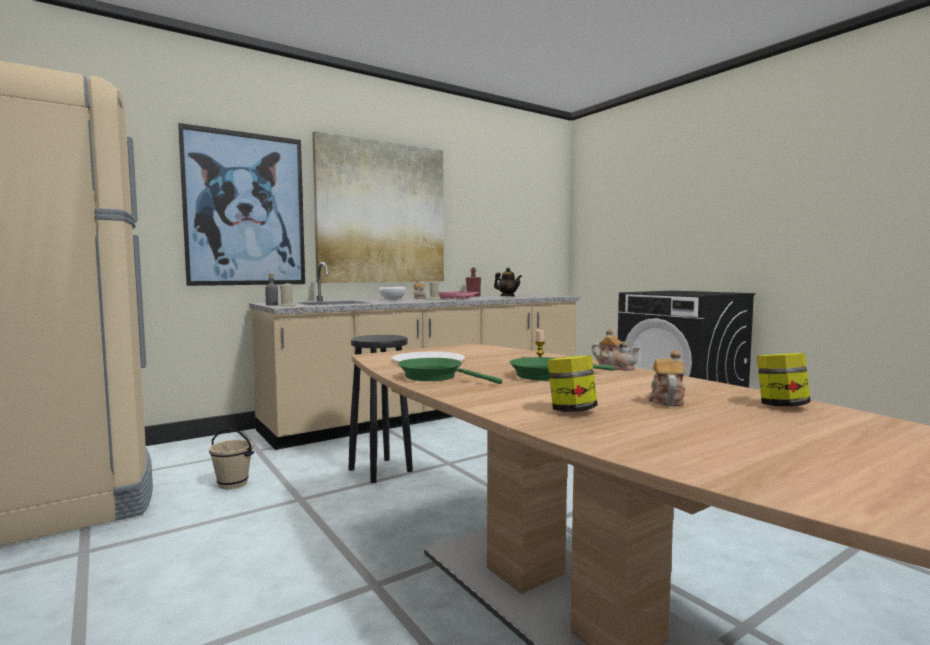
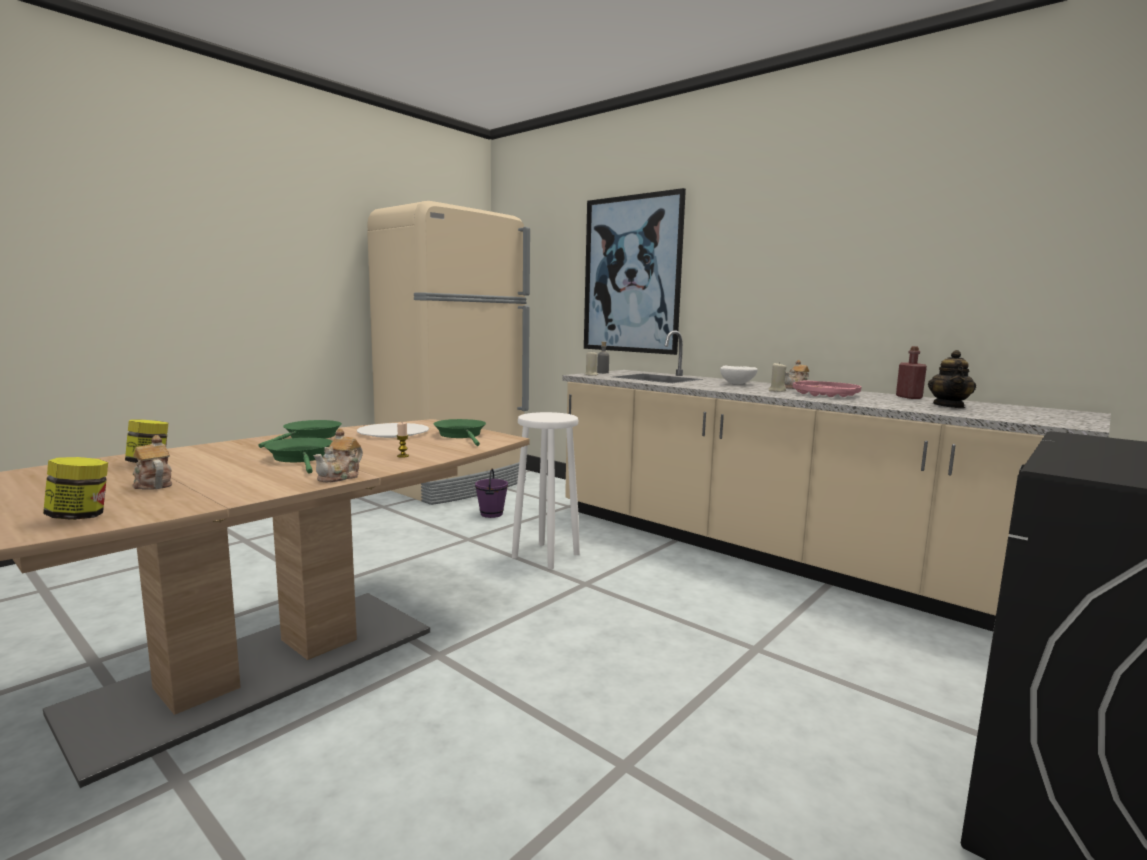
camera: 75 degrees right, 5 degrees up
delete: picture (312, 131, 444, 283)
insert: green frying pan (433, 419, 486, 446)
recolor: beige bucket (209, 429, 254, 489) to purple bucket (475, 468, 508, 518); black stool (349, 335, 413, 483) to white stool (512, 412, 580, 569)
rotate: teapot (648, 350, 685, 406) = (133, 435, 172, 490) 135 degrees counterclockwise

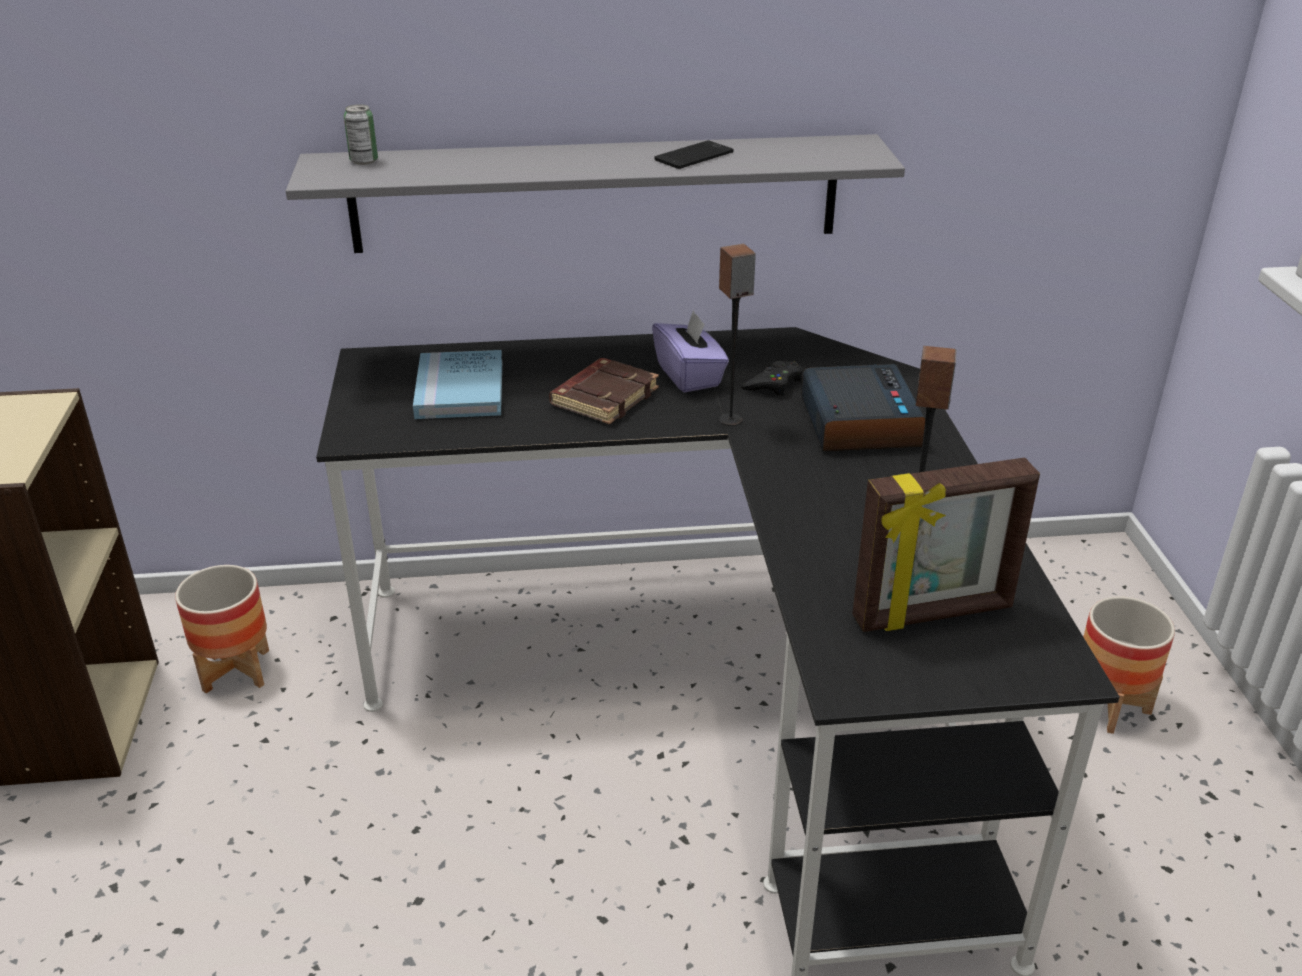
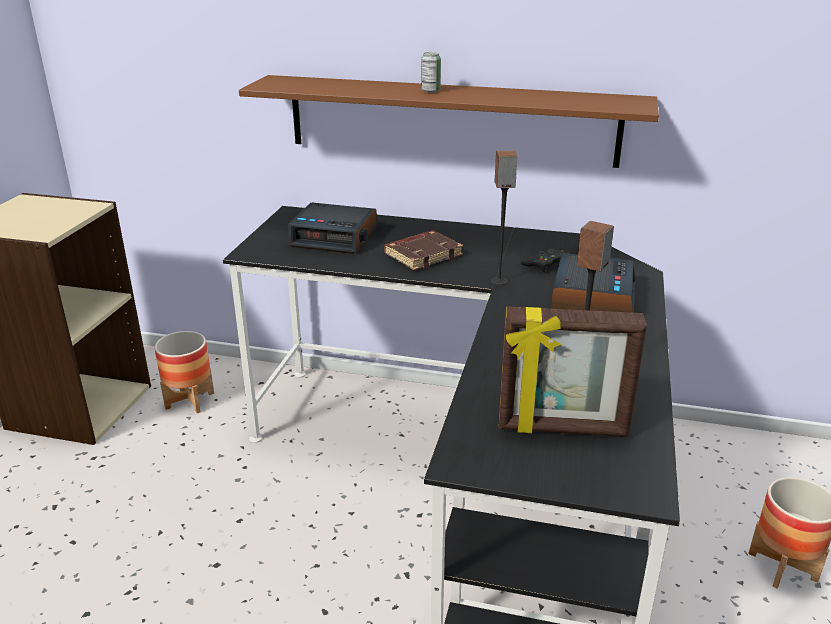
camera: 20 degrees right, 5 degrees down
delete: purple tissue box (652, 310, 729, 393); phone (655, 141, 733, 169)
move: can (344, 104, 378, 165) to (421, 52, 441, 93)
replace: blue book (413, 350, 502, 419) to alarm clock (288, 203, 377, 254)
recolor: grey shelf (286, 134, 905, 253) to brown shelf (239, 75, 659, 168)

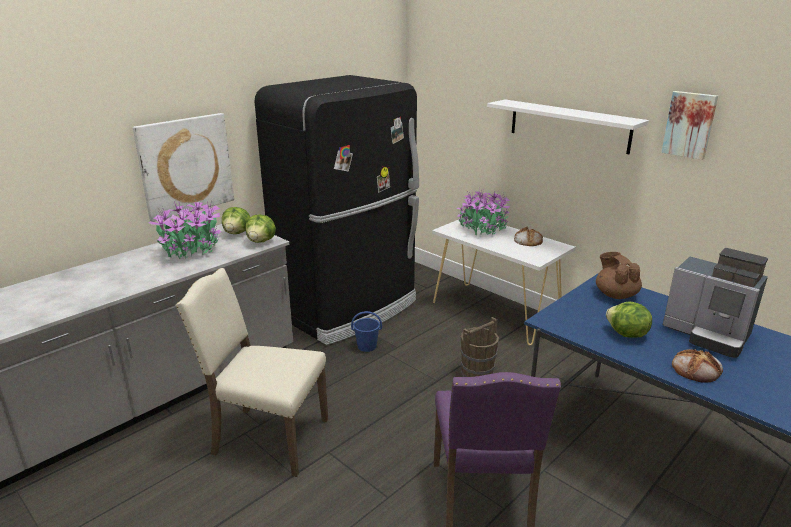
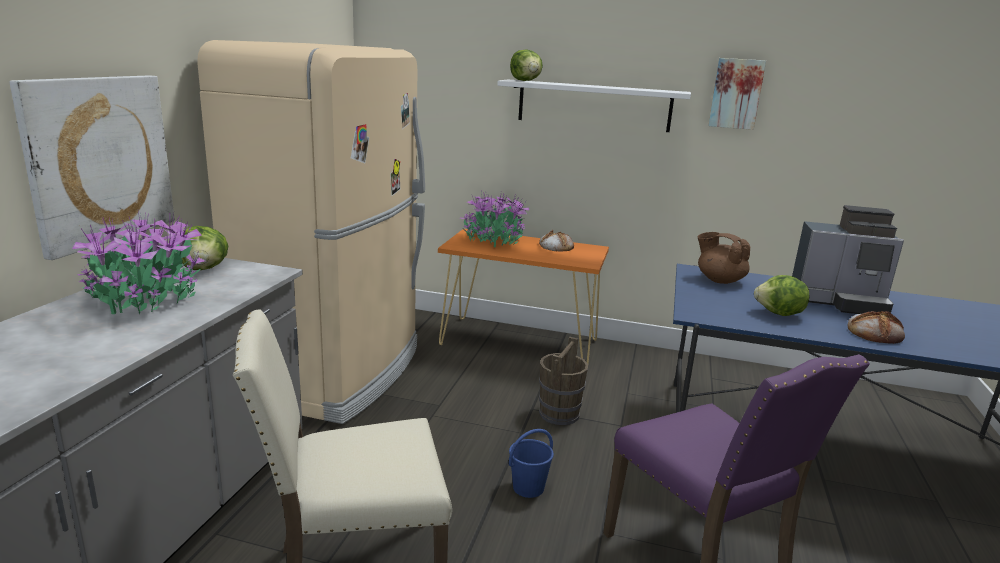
camera: 30 degrees left, 5 degrees down
move: lettuce (246, 214, 276, 243) to (510, 49, 543, 81); blue bucket (351, 311, 382, 352) to (509, 429, 554, 498)
recolor: black fridge (255, 75, 419, 345) to beige fridge (197, 40, 425, 424); white console table (432, 217, 576, 345) to orange console table (438, 229, 609, 363)

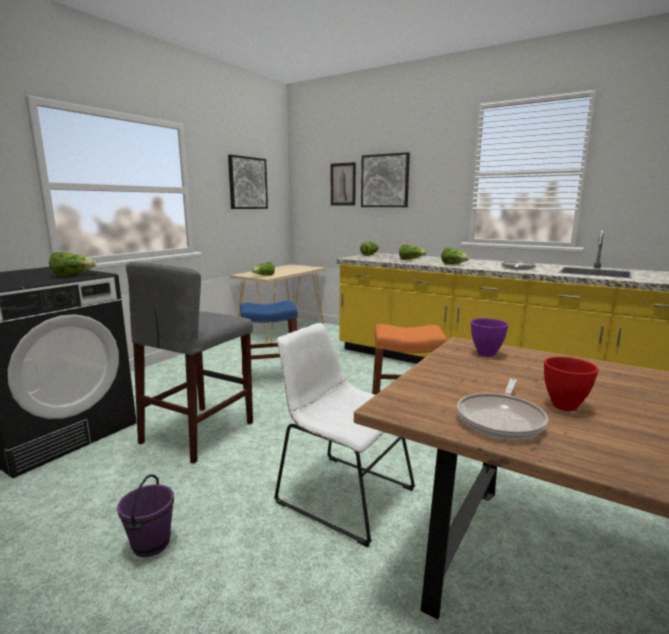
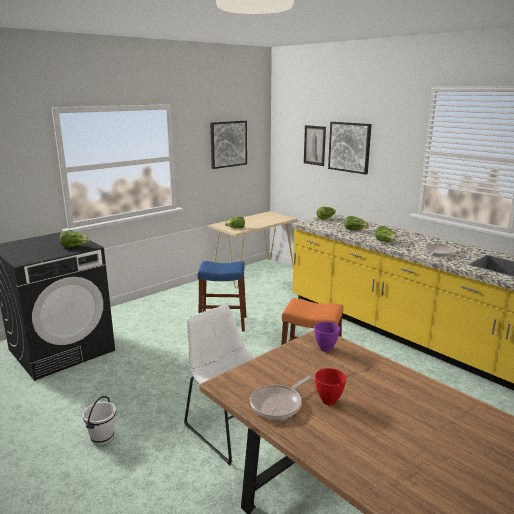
camera: 15 degrees right, 5 degrees up
delete: grey stool (126, 262, 253, 464)
recolor: purple bucket (117, 474, 174, 557) to white bucket (82, 396, 116, 445)

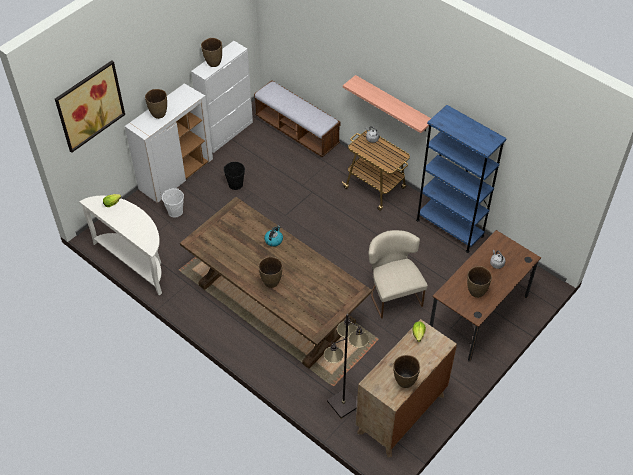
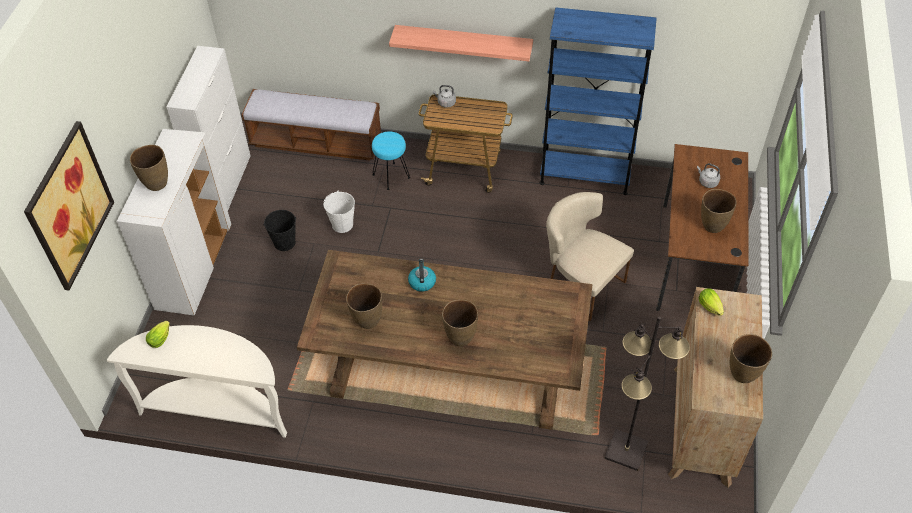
camera: 30 degrees left, 0 degrees up
insert: turquoise stool (372, 131, 410, 190)
move: white bucket (162, 188, 184, 218) to (323, 190, 355, 233); brown vase (201, 38, 222, 67) to (346, 283, 382, 329)

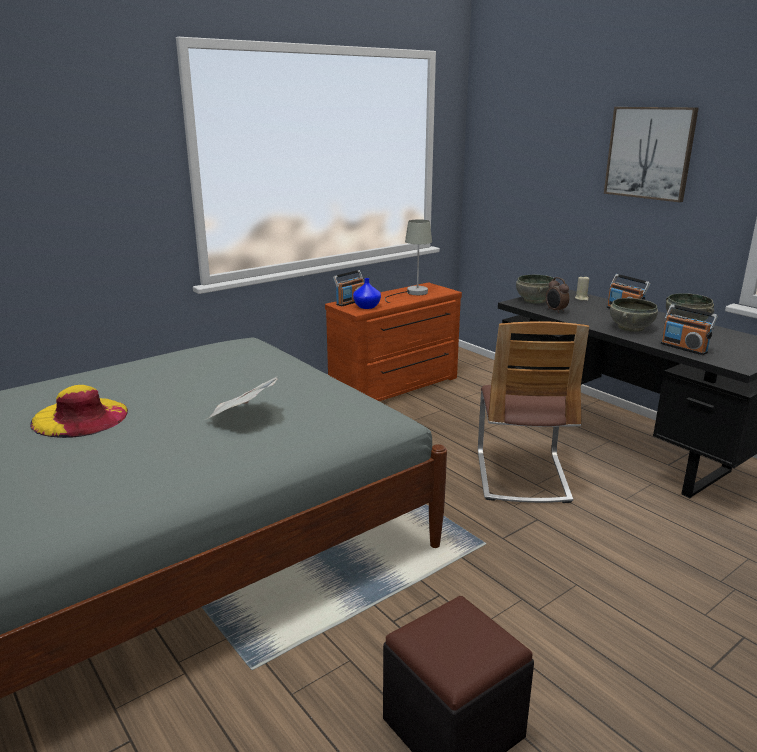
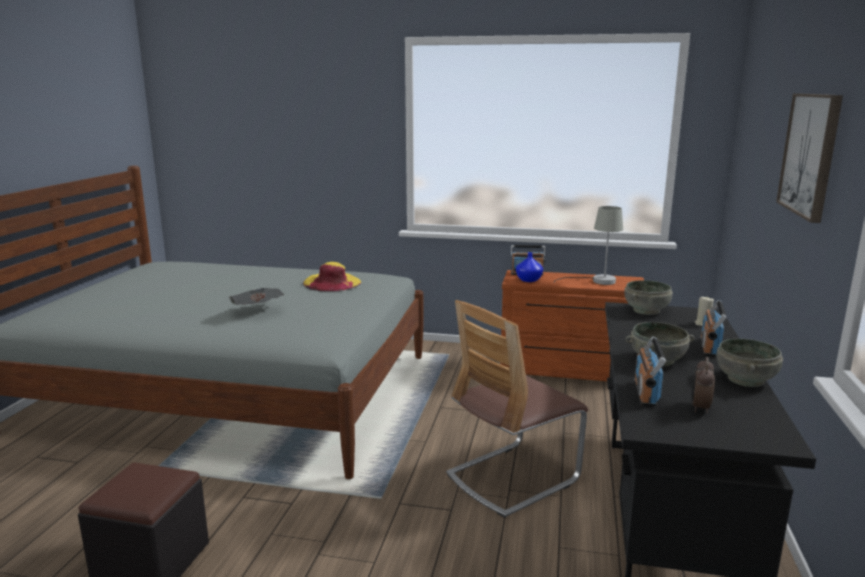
camera: 50 degrees right, 5 degrees down
move: yellow hat (30, 385, 128, 438) to (303, 262, 361, 291); alarm clock (546, 277, 569, 313) to (692, 357, 715, 413)

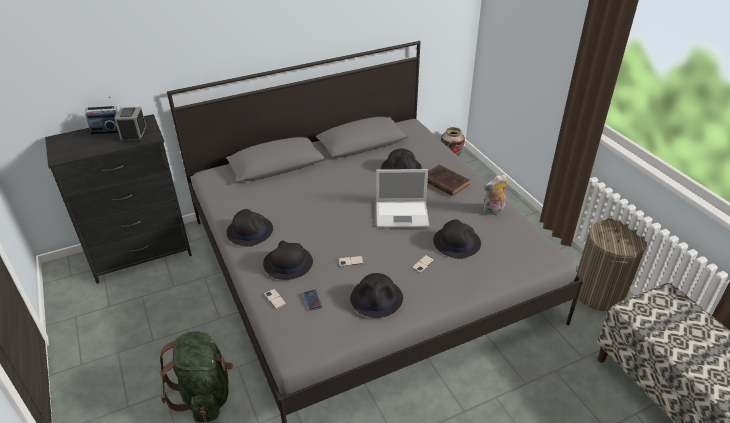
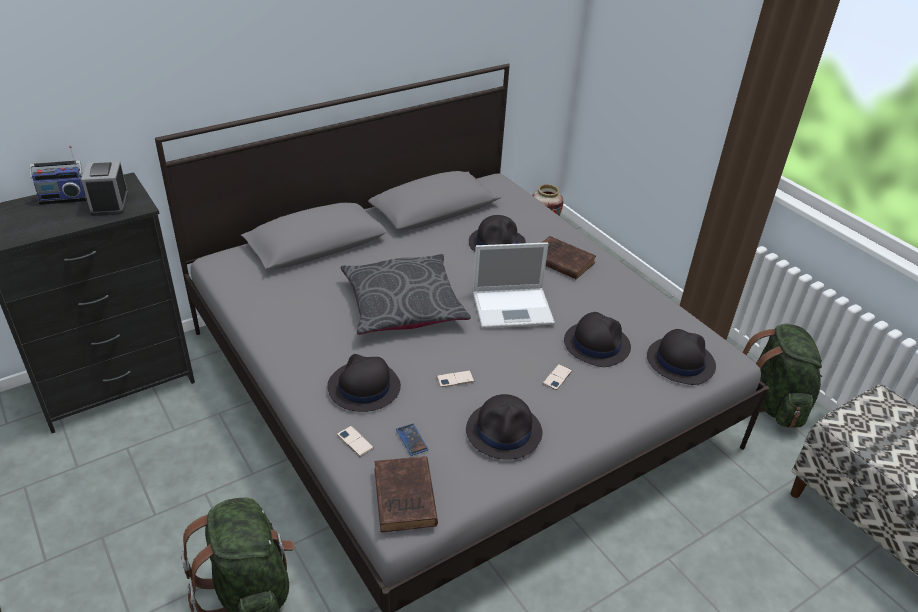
camera: 10 degrees left, 0 degrees up
delete: plush toy (483, 174, 507, 215)
insert: grey pillow (341, 254, 471, 335); brown book (375, 456, 438, 532)
move: black hat (226, 209, 273, 247) to (647, 329, 716, 385)
replace: laundry basket (577, 218, 647, 311) to green backpack (743, 324, 822, 428)

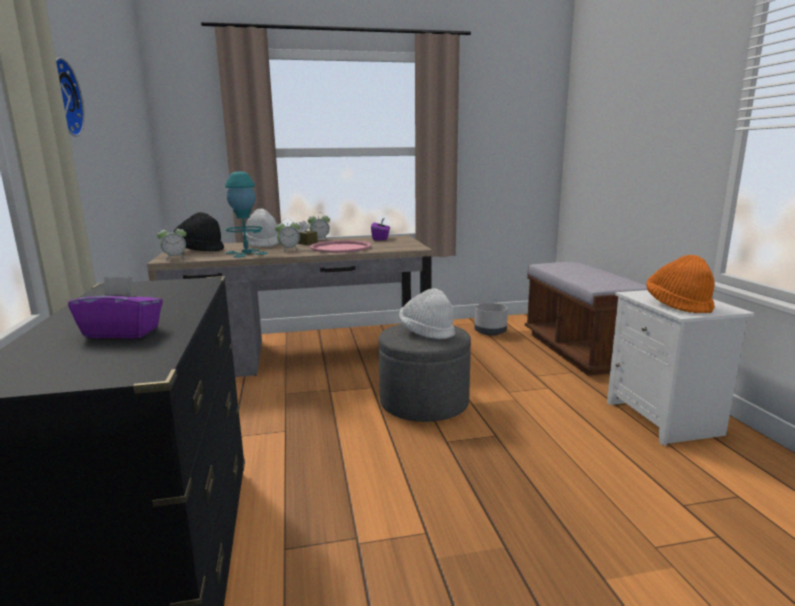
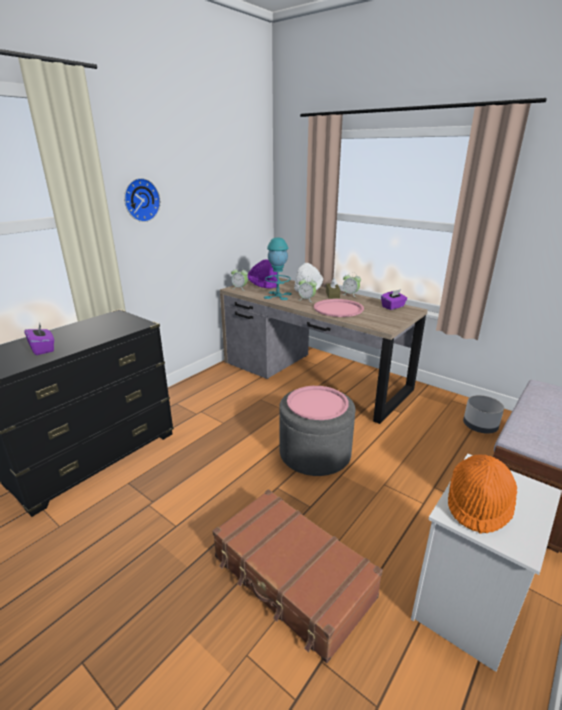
camera: 50 degrees right, 10 degrees up
insert: brown suitcase (213, 489, 383, 663)
replace: white hat (399, 288, 455, 339) to pink tray (287, 386, 349, 420)
recolor: black hat (173, 212, 224, 252) to purple hat (248, 259, 277, 289)

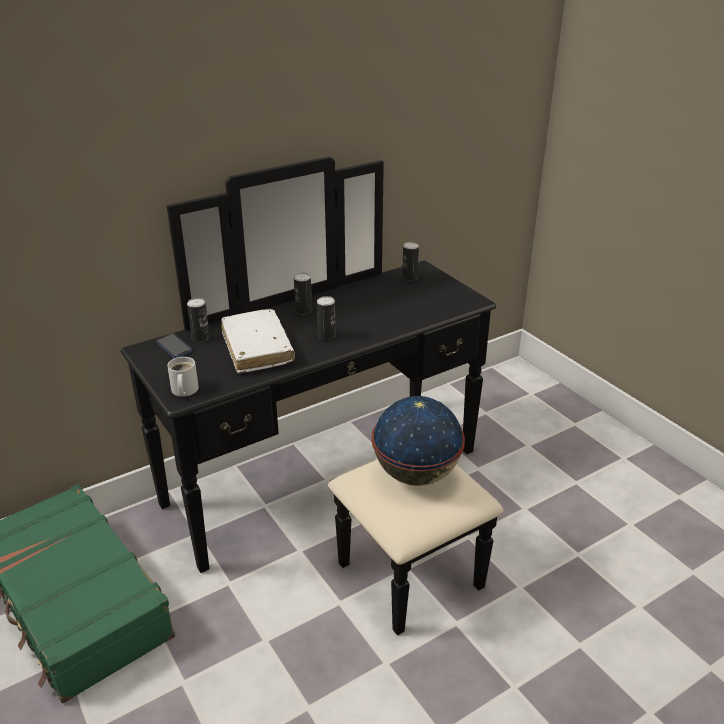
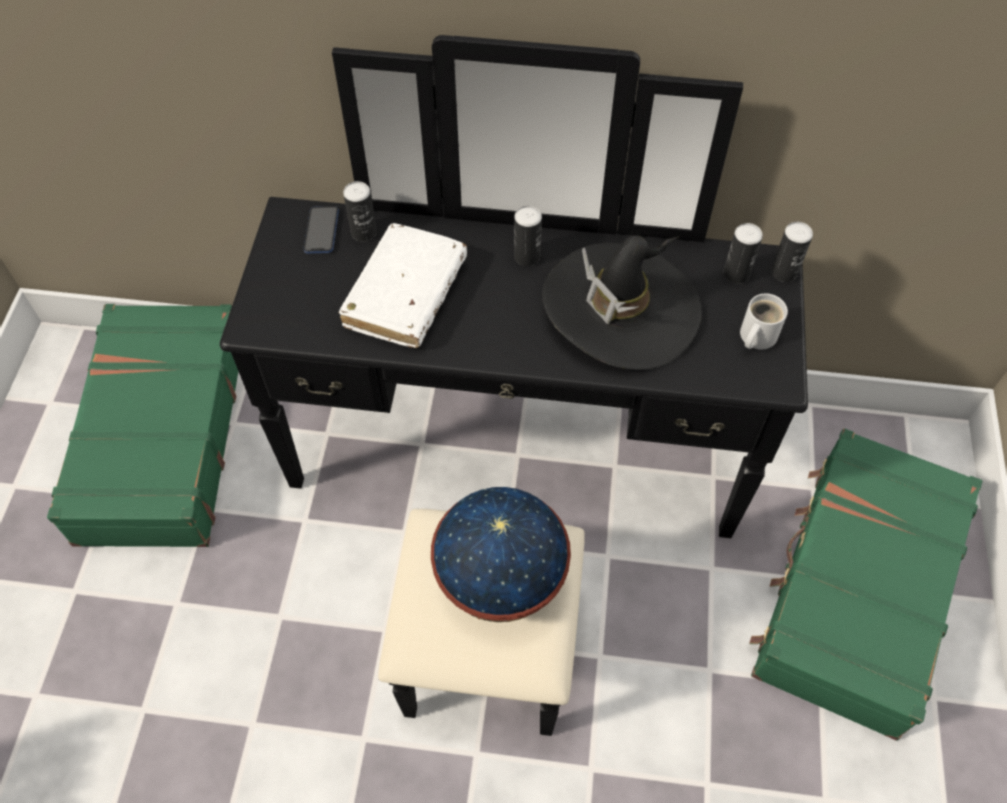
camera: 40 degrees right, 25 degrees up
insert: black hat (542, 235, 702, 370); green suitcase (749, 429, 982, 741)
move: white mug (167, 357, 199, 397) to (740, 293, 788, 350); can (317, 296, 336, 340) to (771, 222, 813, 282)

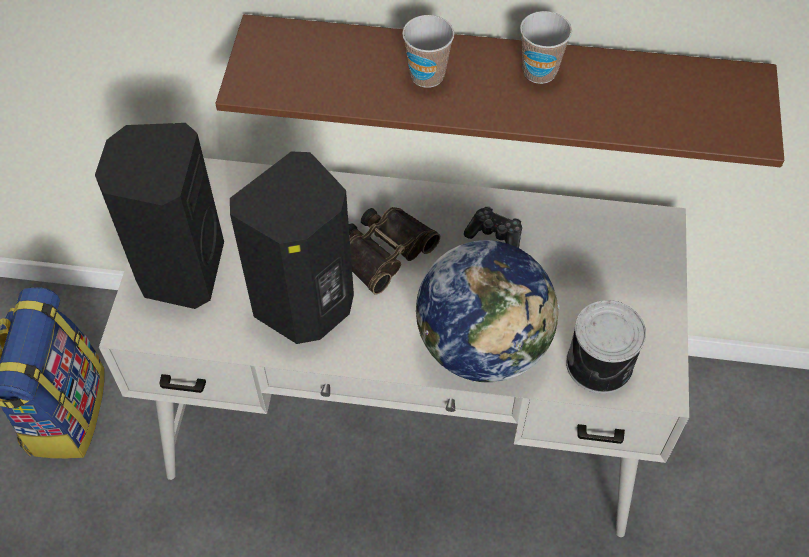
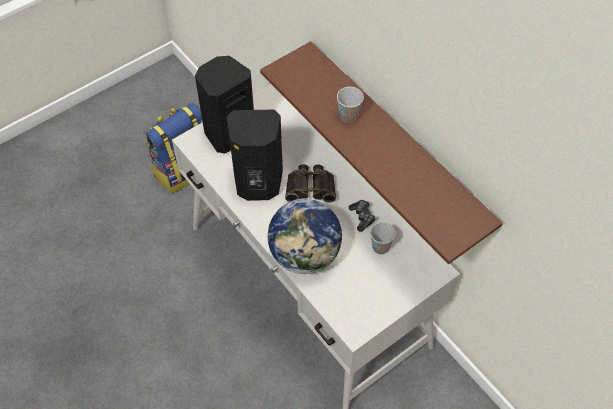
camera: 45 degrees right, 0 degrees up
delete: can (566, 300, 646, 394)
move: cup (520, 11, 572, 84) to (370, 222, 396, 254)

